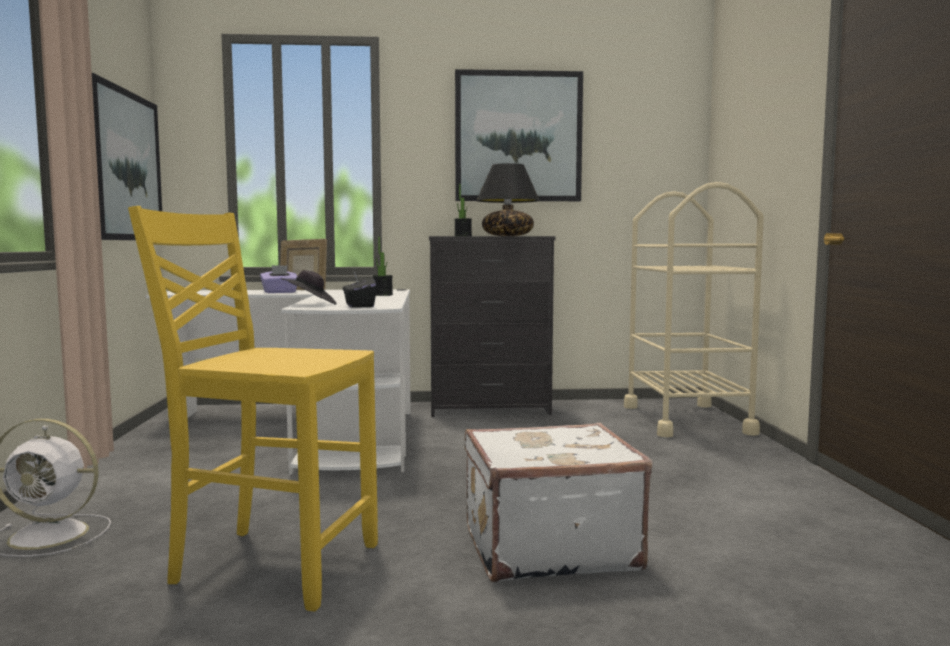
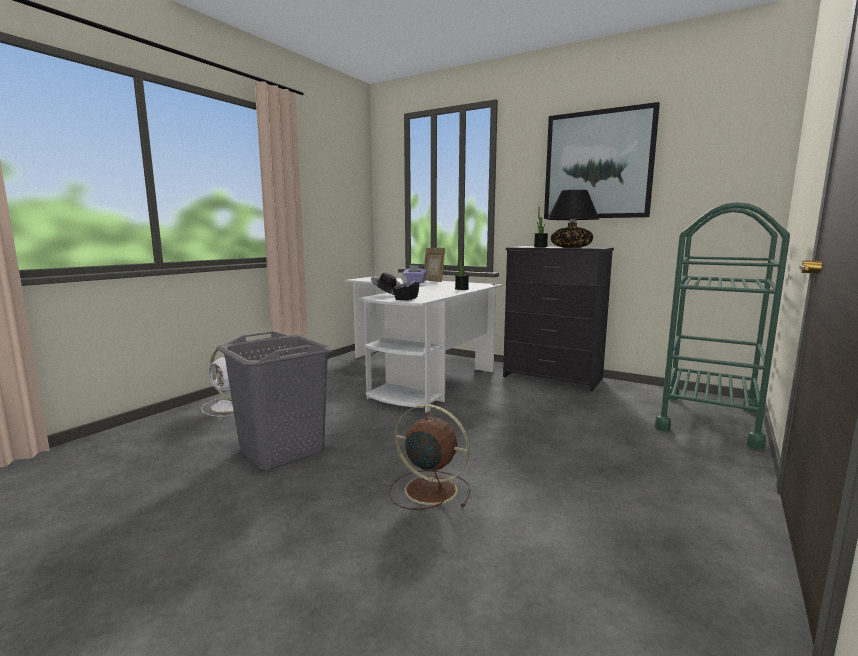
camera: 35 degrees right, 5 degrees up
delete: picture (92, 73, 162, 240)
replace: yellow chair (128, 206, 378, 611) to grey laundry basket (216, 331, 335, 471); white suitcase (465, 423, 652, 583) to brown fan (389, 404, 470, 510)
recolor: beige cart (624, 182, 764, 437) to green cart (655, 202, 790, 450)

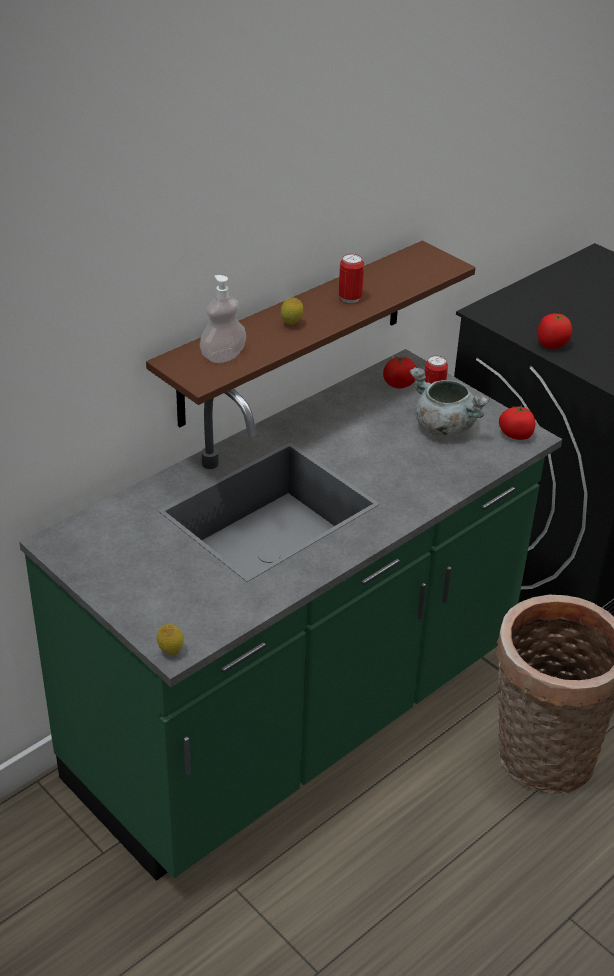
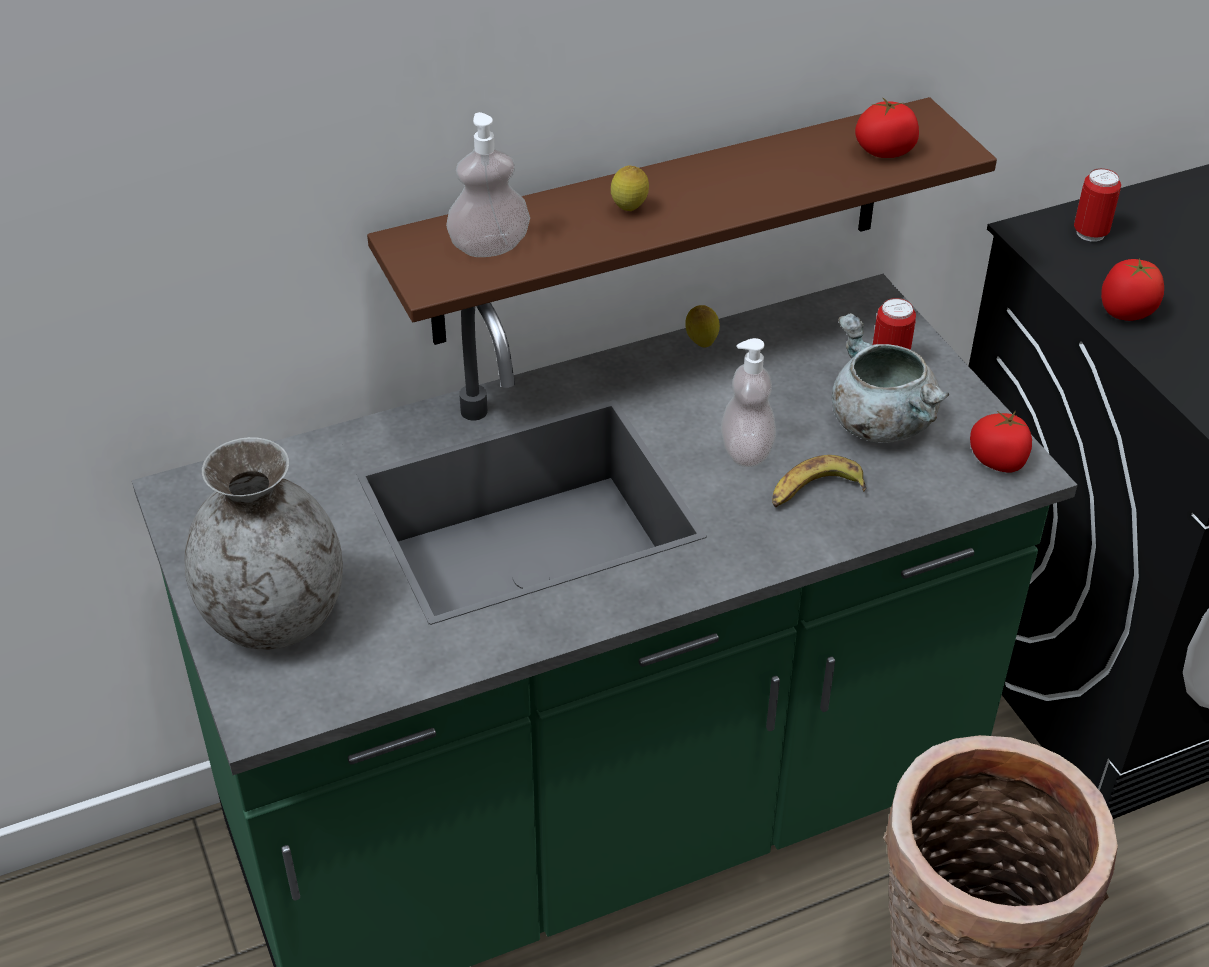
camera: 20 degrees right, 5 degrees up
insert: grey vase (185, 437, 343, 650); soap dispenser (721, 338, 776, 467); banana (772, 455, 866, 507)
move: lemon (157, 624, 184, 655) to (685, 305, 720, 347); can (338, 254, 364, 303) to (1074, 168, 1121, 242); tomato (383, 356, 417, 388) to (855, 97, 919, 158)

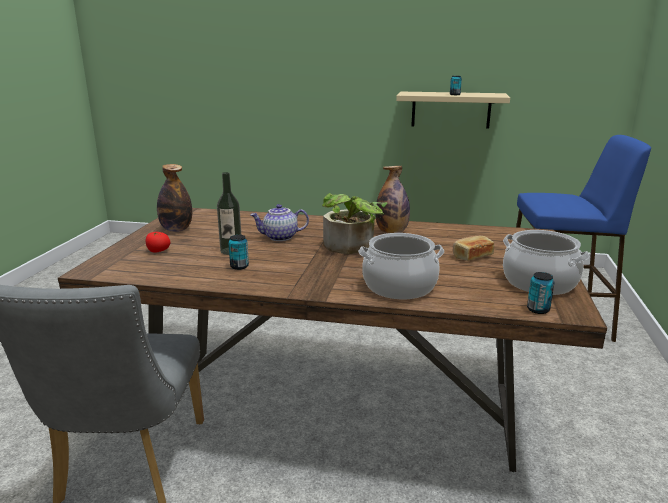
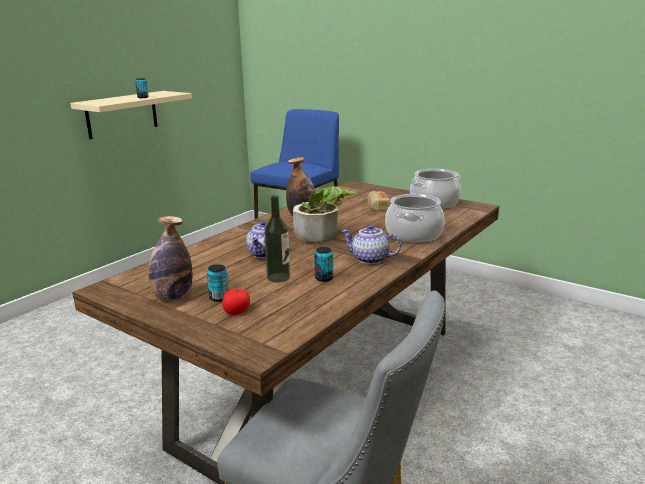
camera: 65 degrees left, 0 degrees up
insert: teapot (342, 225, 401, 264)
move: can (527, 272, 555, 314) to (207, 264, 229, 302)

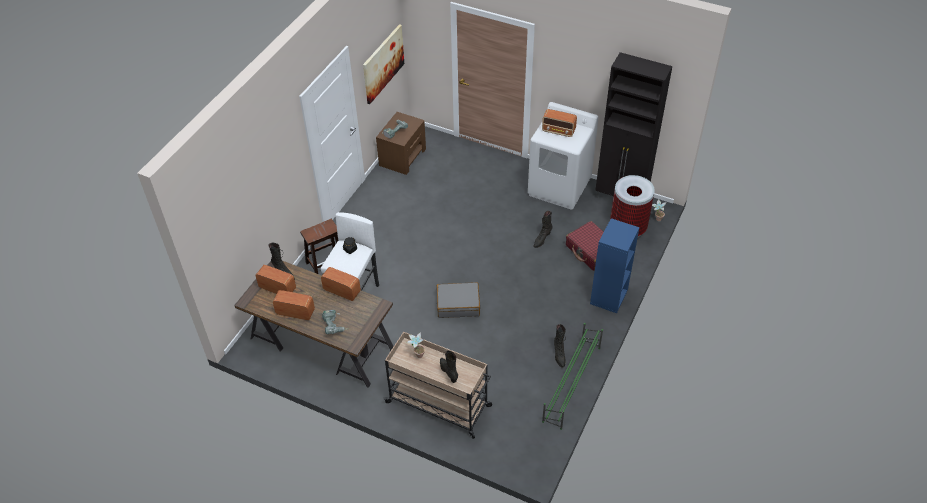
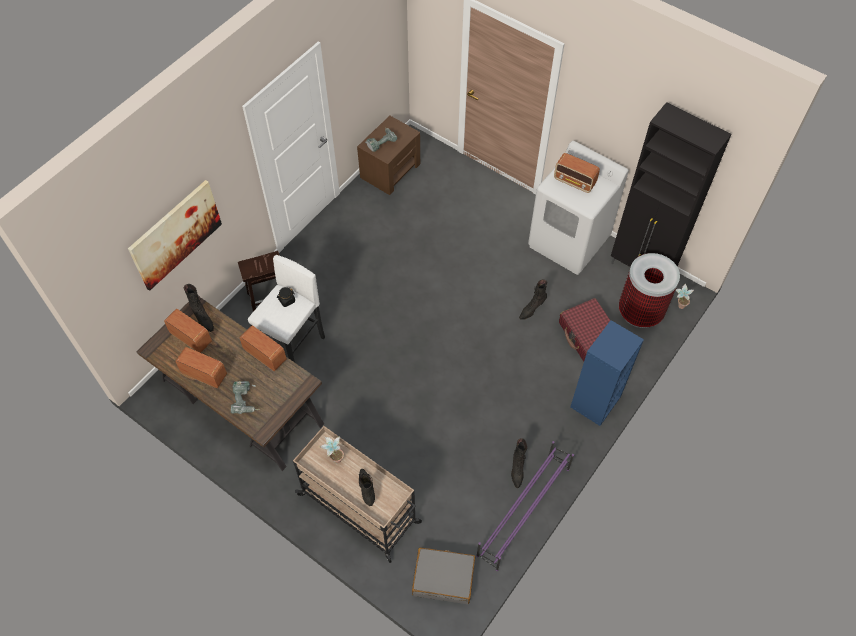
camera: 10 degrees right, 10 degrees up
move: picture (363, 24, 404, 104) to (128, 180, 222, 291); grey suitcase (437, 282, 480, 318) to (412, 548, 475, 604)
recolor: green shoe rack (542, 323, 603, 430) to purple shoe rack (476, 441, 574, 571)

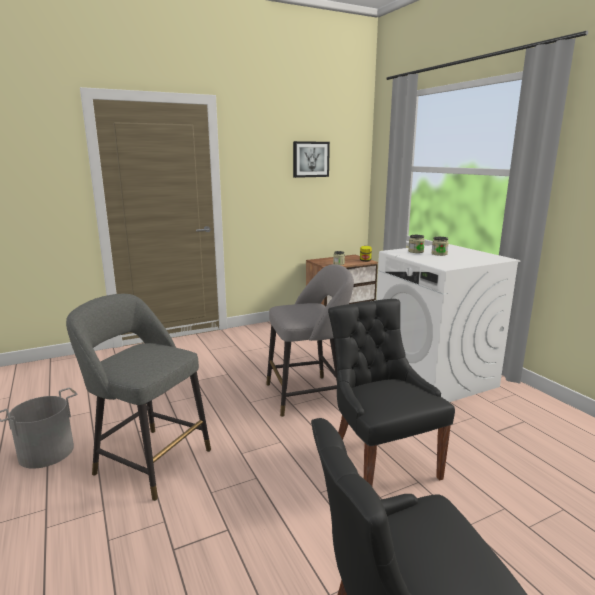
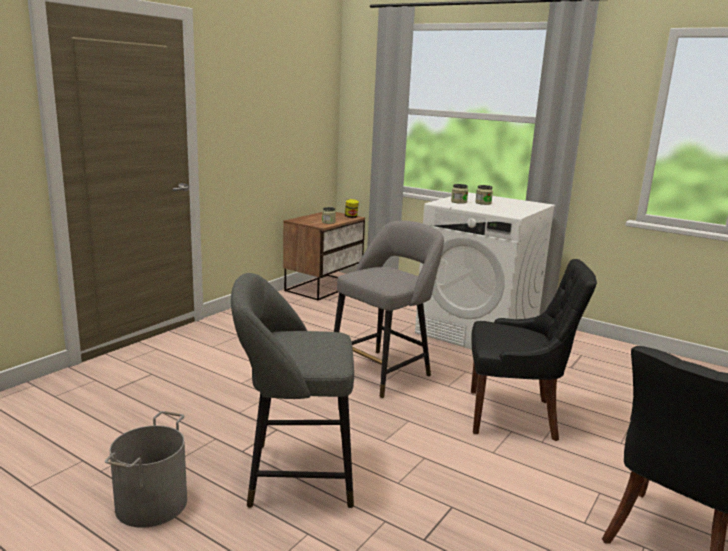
camera: 30 degrees left, 0 degrees up
delete: picture (293, 141, 330, 178)
rotate: black chair (328, 299, 455, 486) = (471, 259, 597, 441) 150 degrees clockwise

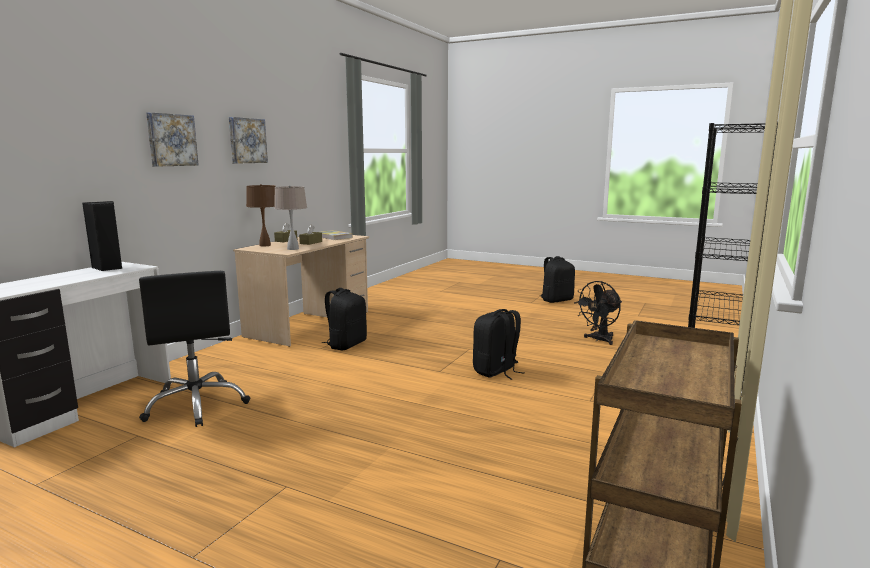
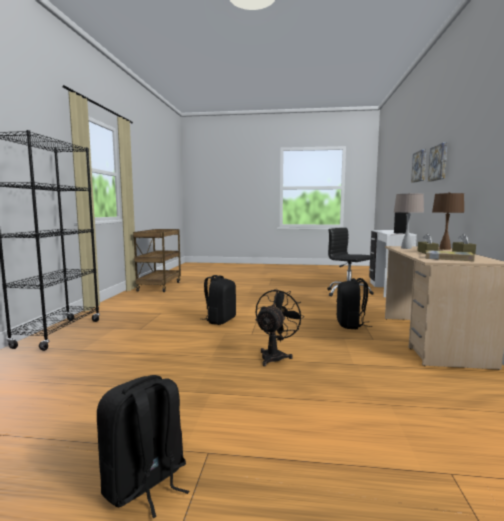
camera: 160 degrees right, 5 degrees down
move: picture (229, 117, 268, 164) to (411, 149, 426, 183); black fan (574, 281, 622, 345) to (256, 289, 305, 366)

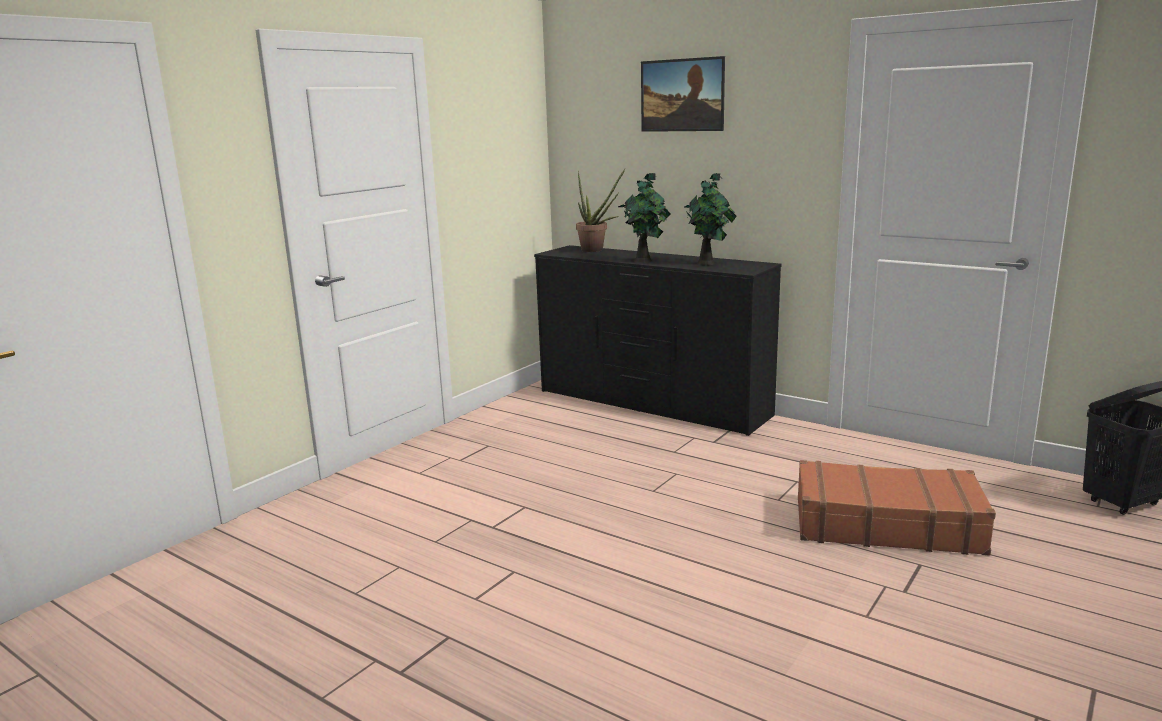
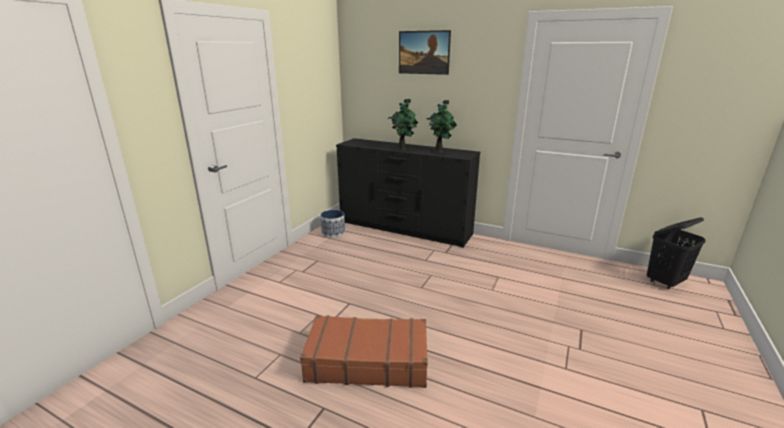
camera: 10 degrees left, 5 degrees up
delete: potted plant (576, 169, 625, 252)
insert: planter (321, 210, 345, 238)
move: brown suitcase (798, 460, 996, 556) to (300, 315, 428, 388)

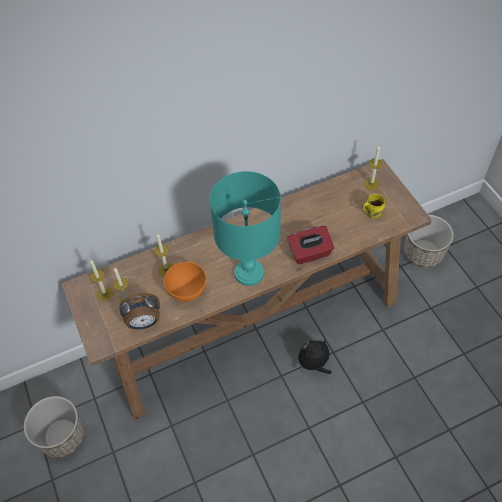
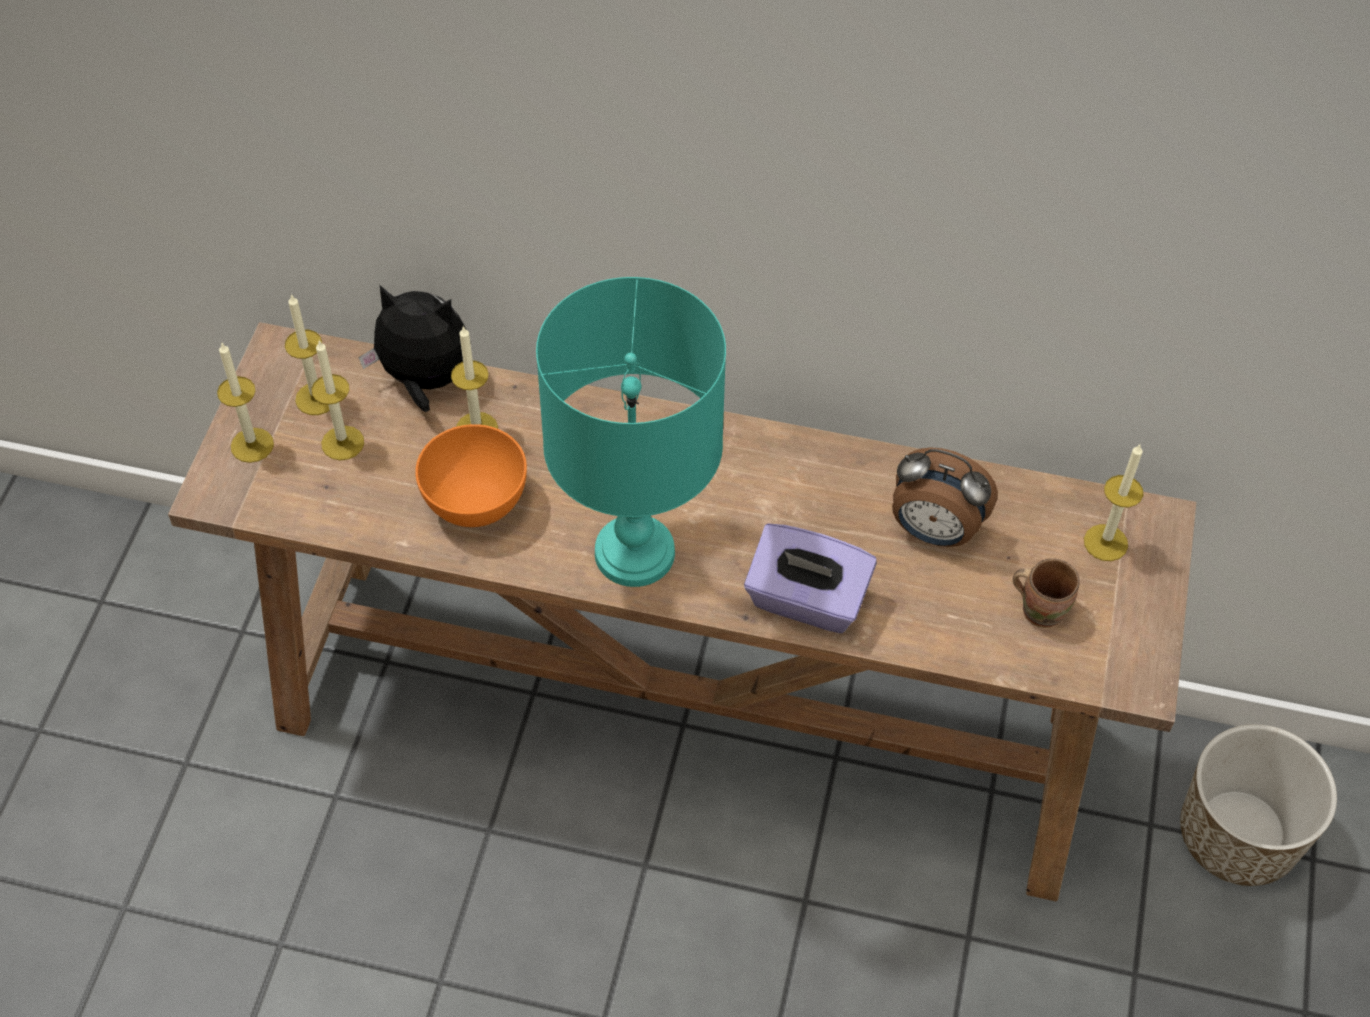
camera: 35 degrees right, 0 degrees up
delete: planter (24, 396, 85, 458)
insert: candle (217, 342, 274, 463)
move: alarm clock (119, 293, 160, 330) to (892, 447, 998, 547); plush toy (298, 339, 331, 374) to (358, 285, 471, 412)
recolor: red tissue box (287, 226, 334, 264) to purple tissue box (744, 524, 877, 633); yellow mug (362, 194, 385, 219) to brown mug (1013, 558, 1079, 628)

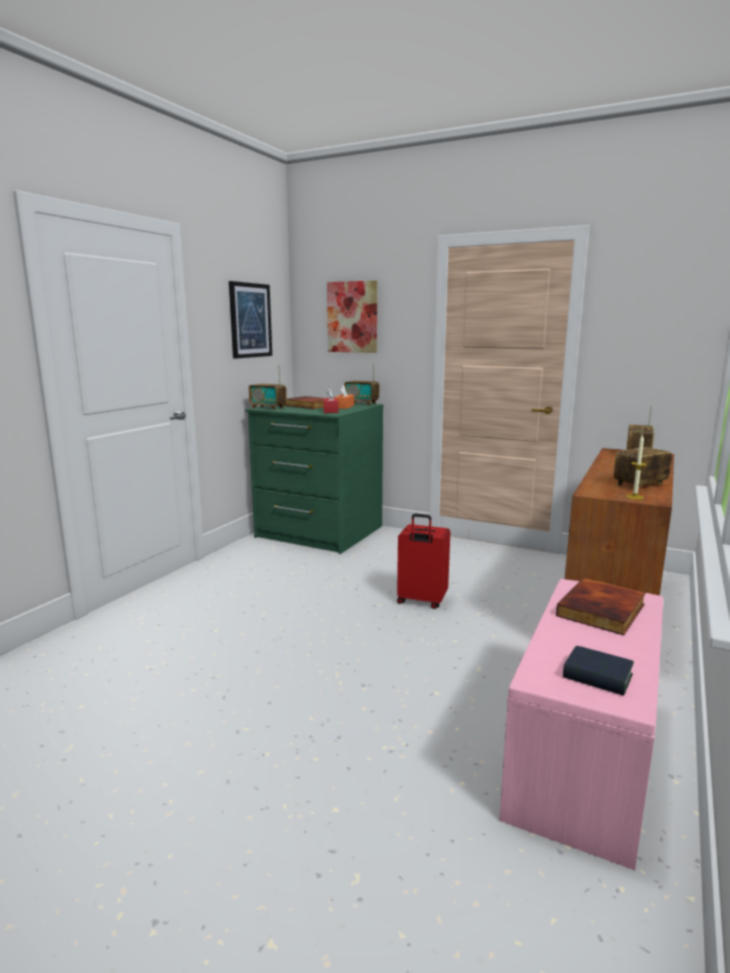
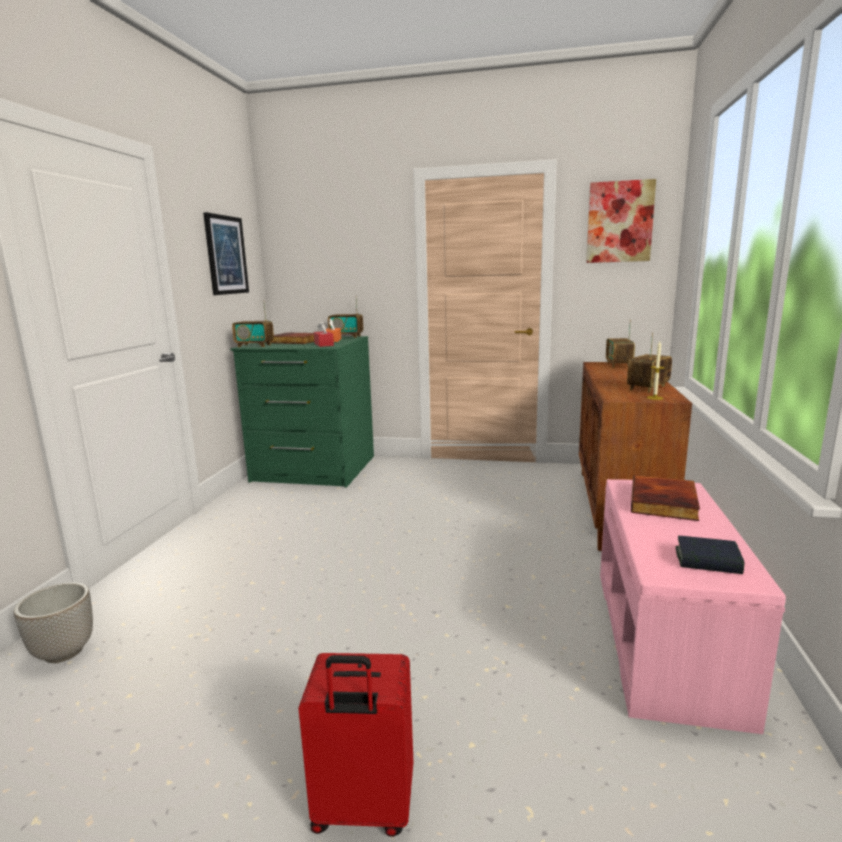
camera: 15 degrees left, 0 degrees up
insert: planter (14, 582, 93, 663)
move: picture (327, 280, 377, 353) to (586, 179, 656, 263); red suitcase (397, 514, 450, 609) to (298, 653, 413, 837)

